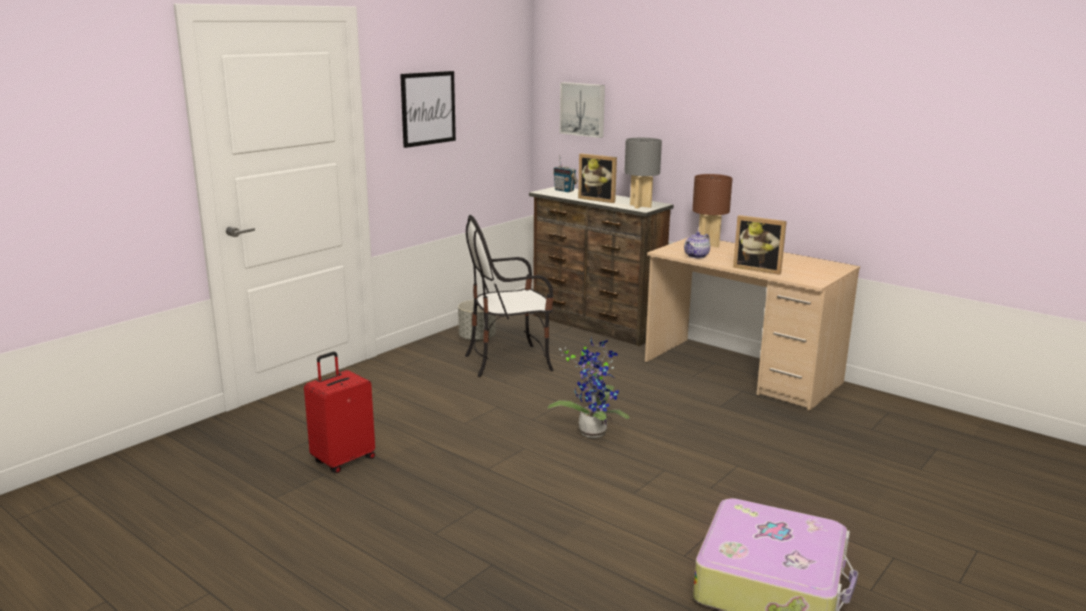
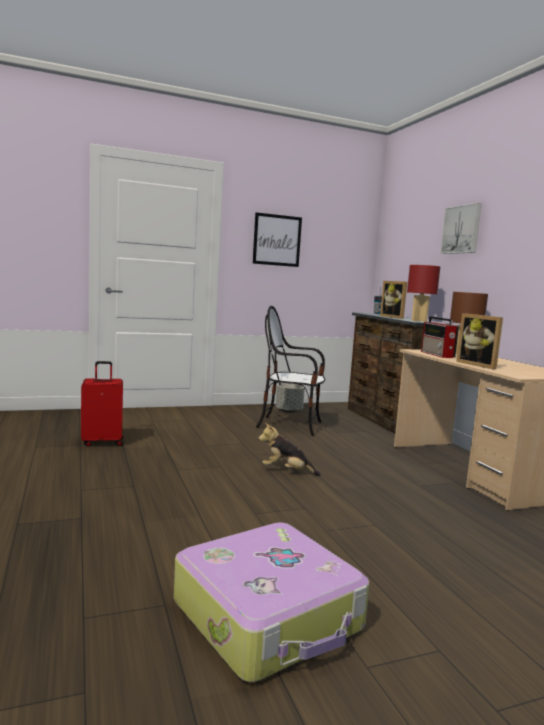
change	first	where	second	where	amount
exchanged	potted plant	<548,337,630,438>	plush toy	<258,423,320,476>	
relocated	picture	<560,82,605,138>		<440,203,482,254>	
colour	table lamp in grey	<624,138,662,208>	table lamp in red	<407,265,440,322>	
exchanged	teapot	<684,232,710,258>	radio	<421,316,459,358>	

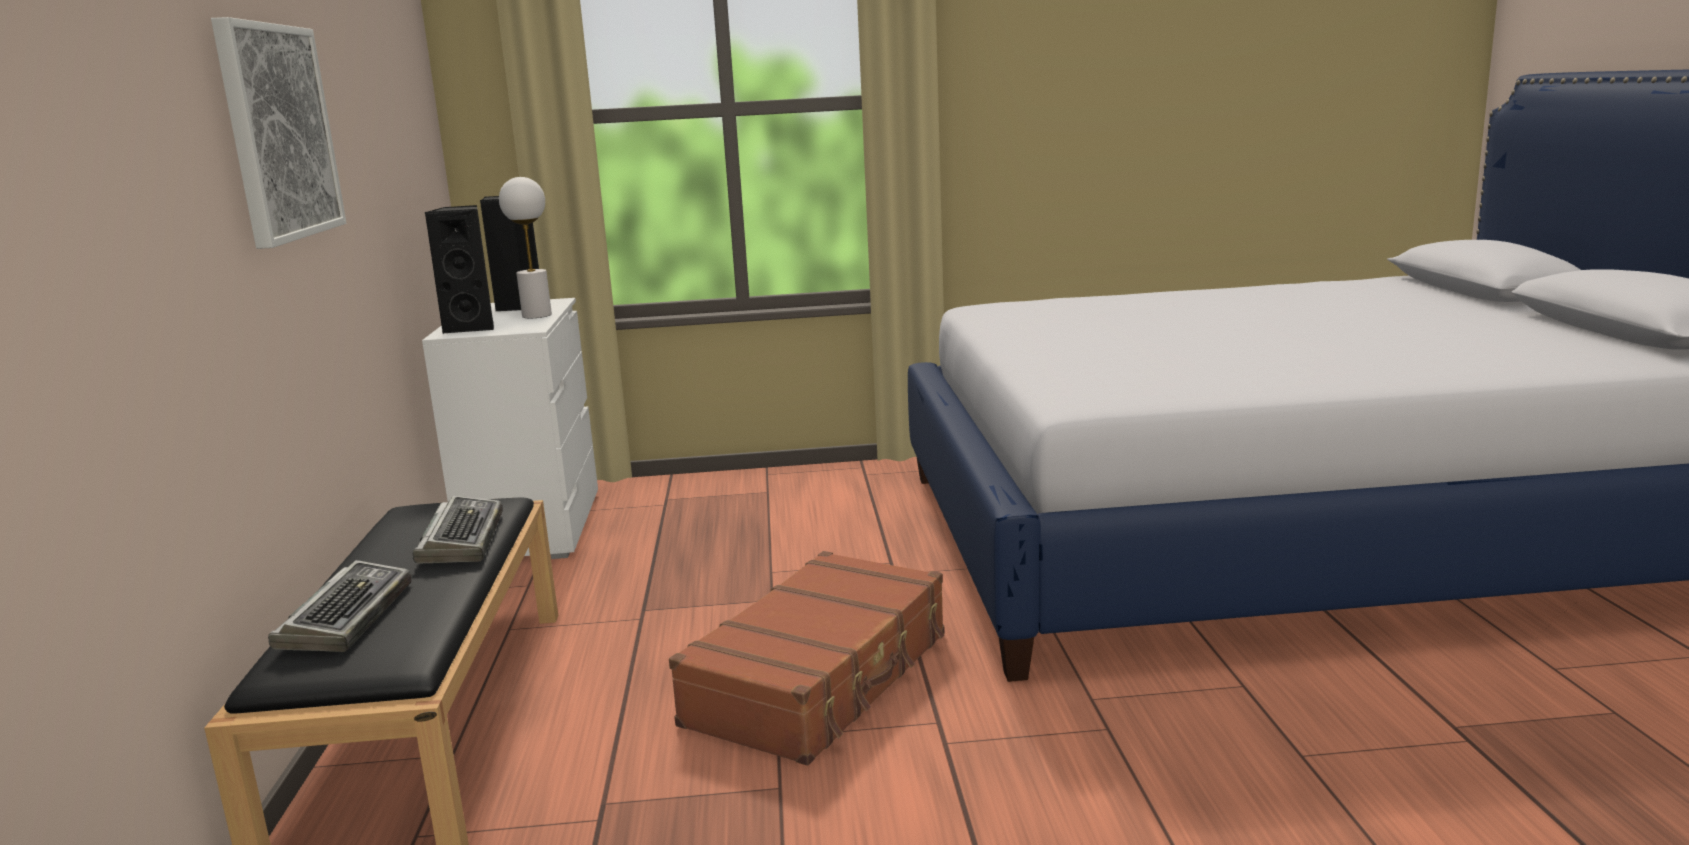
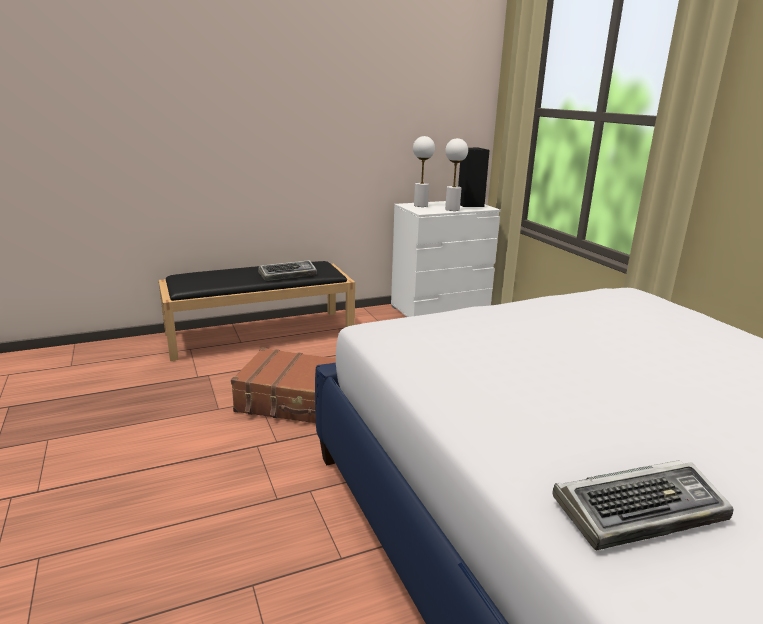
change	first	where	second	where	amount
missing	picture	<211,17,346,249>			
relocated	keyboard	<268,560,412,652>		<552,460,734,550>	
exchanged	speaker in black	<425,205,494,334>	table lamp in white	<413,136,435,207>	

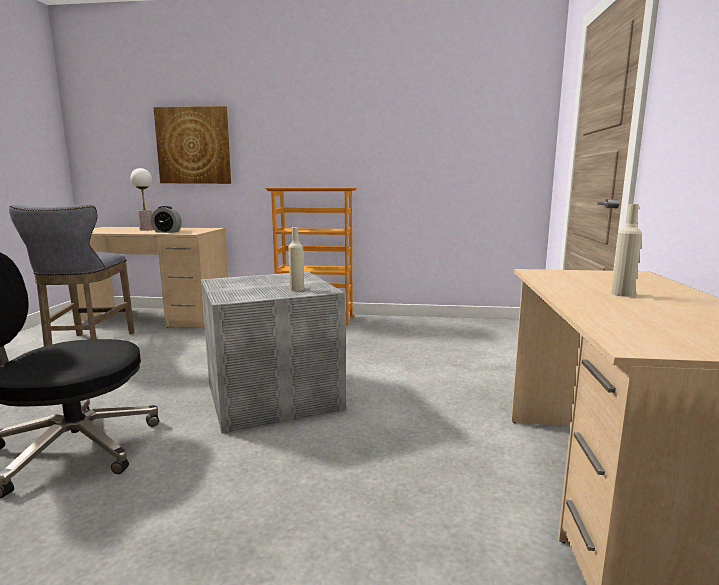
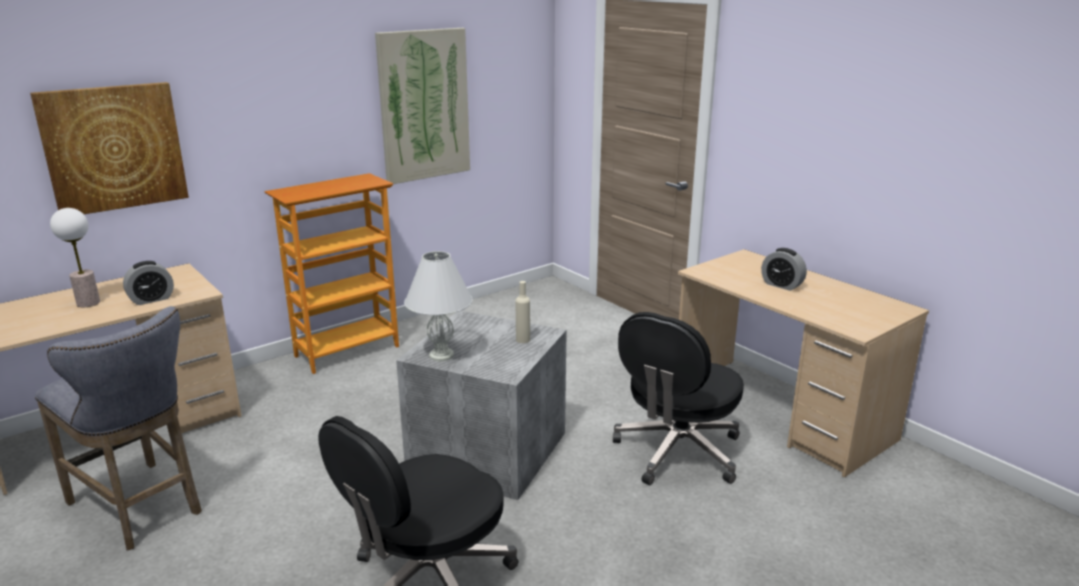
change	first	where	second	where	amount
exchanged	bottle in beige	<611,204,642,297>	alarm clock	<761,248,807,291>	
appeared			picture	<375,28,470,184>	
appeared			table lamp in white	<404,251,472,361>	
appeared			office chair in black	<613,312,744,485>	

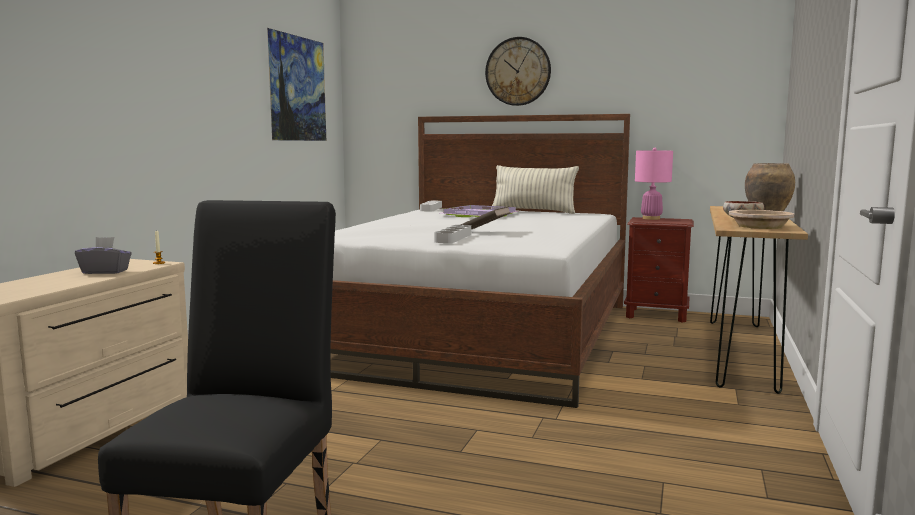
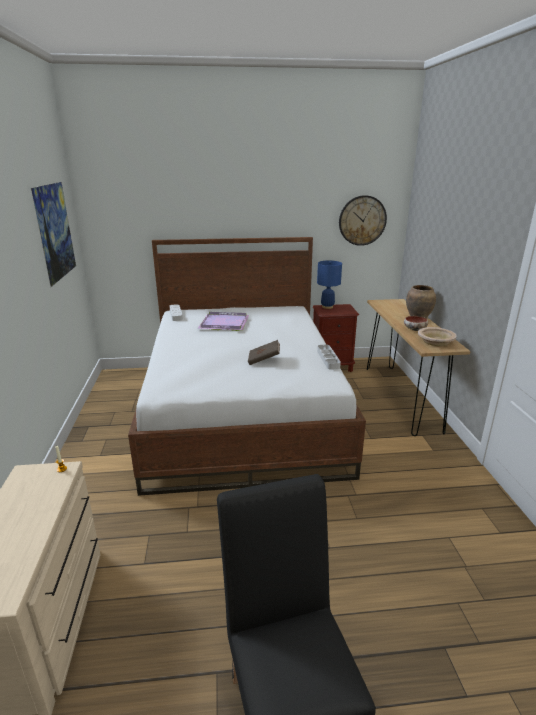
change	first	where	second	where	amount
missing	tissue box in grey	<75,237,132,274>			
relocated	tray in grey	<434,225,471,243>		<317,344,341,370>	
relocated	wall clock	<485,37,551,106>		<339,195,387,246>	
missing	pillow	<491,165,579,214>			
colour	table lamp in pink	<635,148,673,220>	table lamp in blue	<317,260,342,309>	

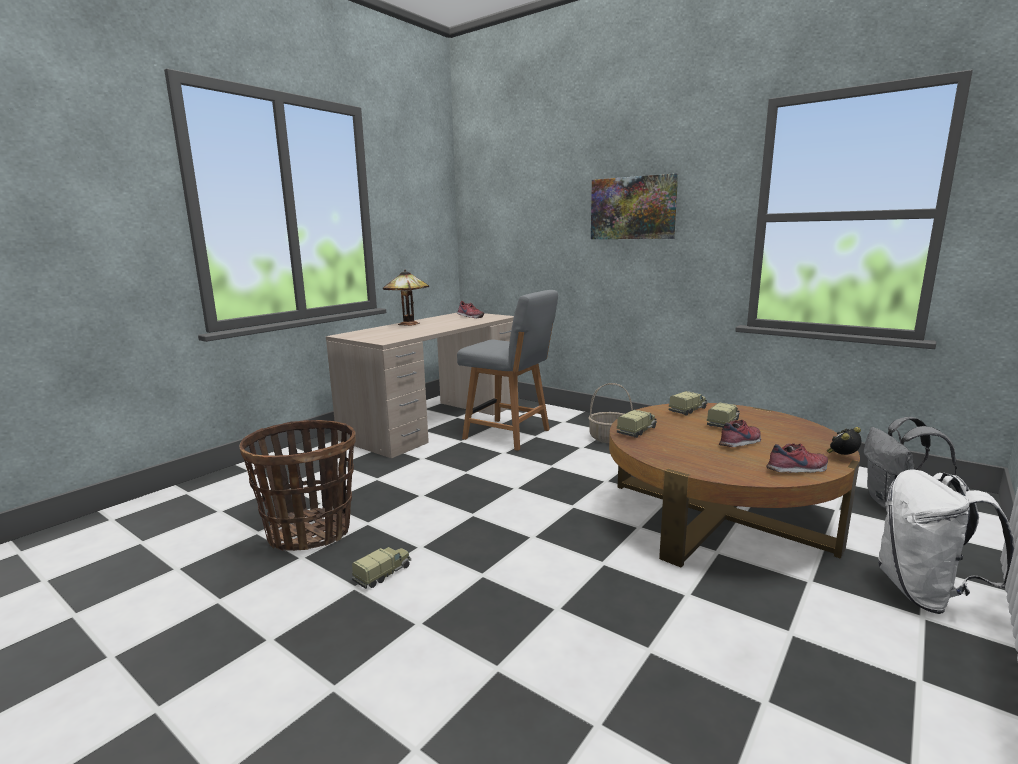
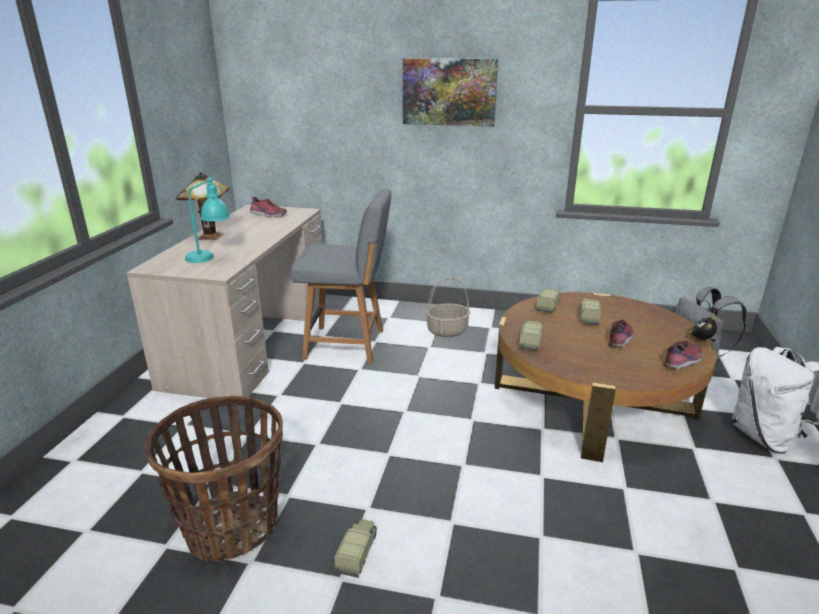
change	first	where	second	where	amount
appeared			table lamp in turquoise	<185,178,230,263>	

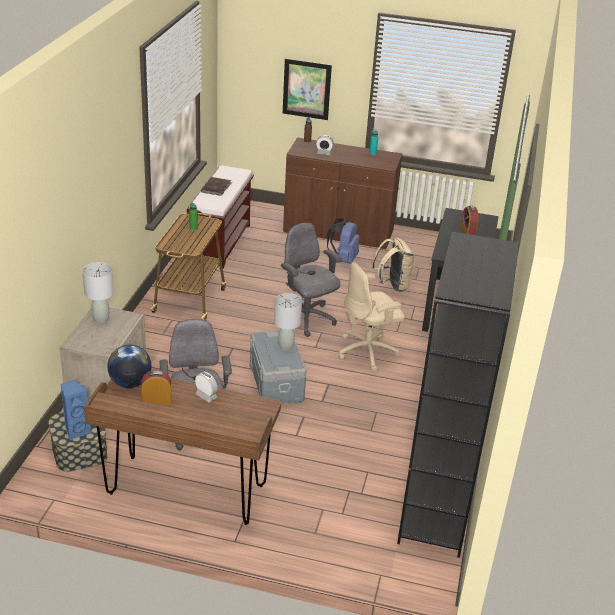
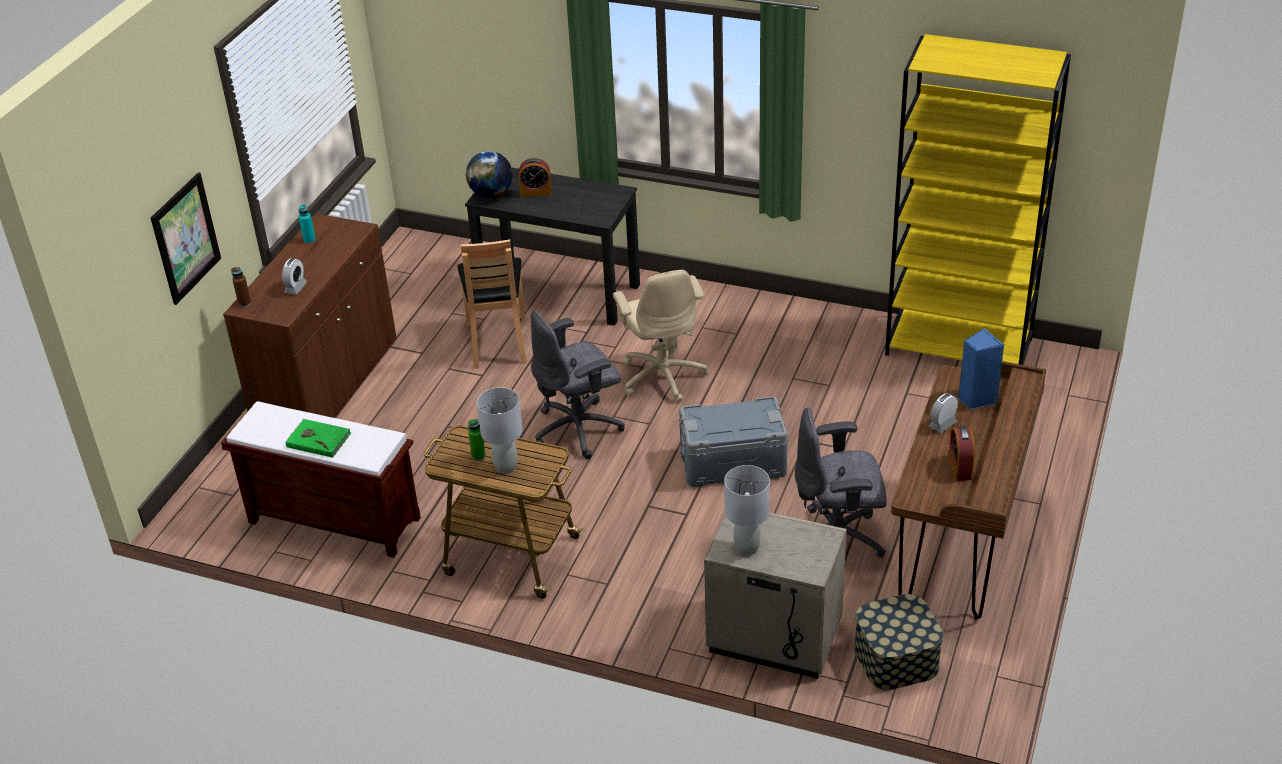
change	first	where	second	where	amount
relocated	speaker in blue	<60,379,91,440>		<958,328,1004,410>	
relocated	globe	<107,344,151,388>		<466,151,513,198>	
colour	book in brown	<201,177,232,196>	book in green	<286,419,352,458>	
relocated	table lamp in grey	<274,293,302,350>		<477,387,523,474>	
missing	backpack in blue	<327,218,360,264>			
exchanged	backpack in beige	<371,237,414,292>	chair in brown	<457,239,527,368>	
colour	bookcase in black	<397,231,520,558>	bookcase in yellow	<885,34,1071,365>	

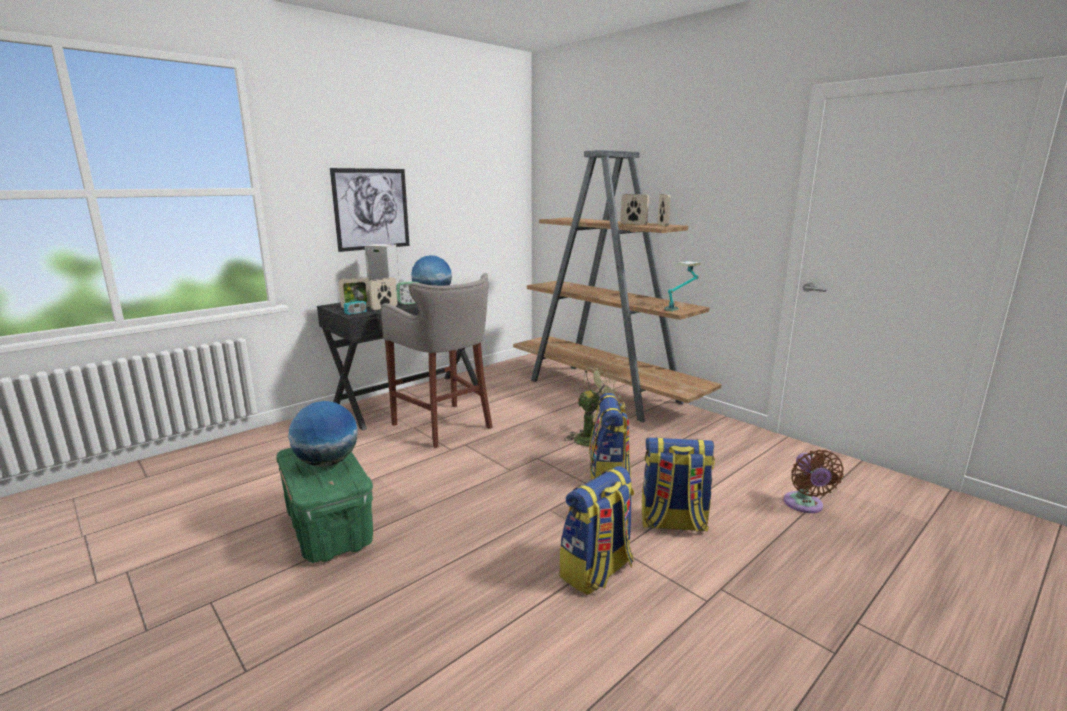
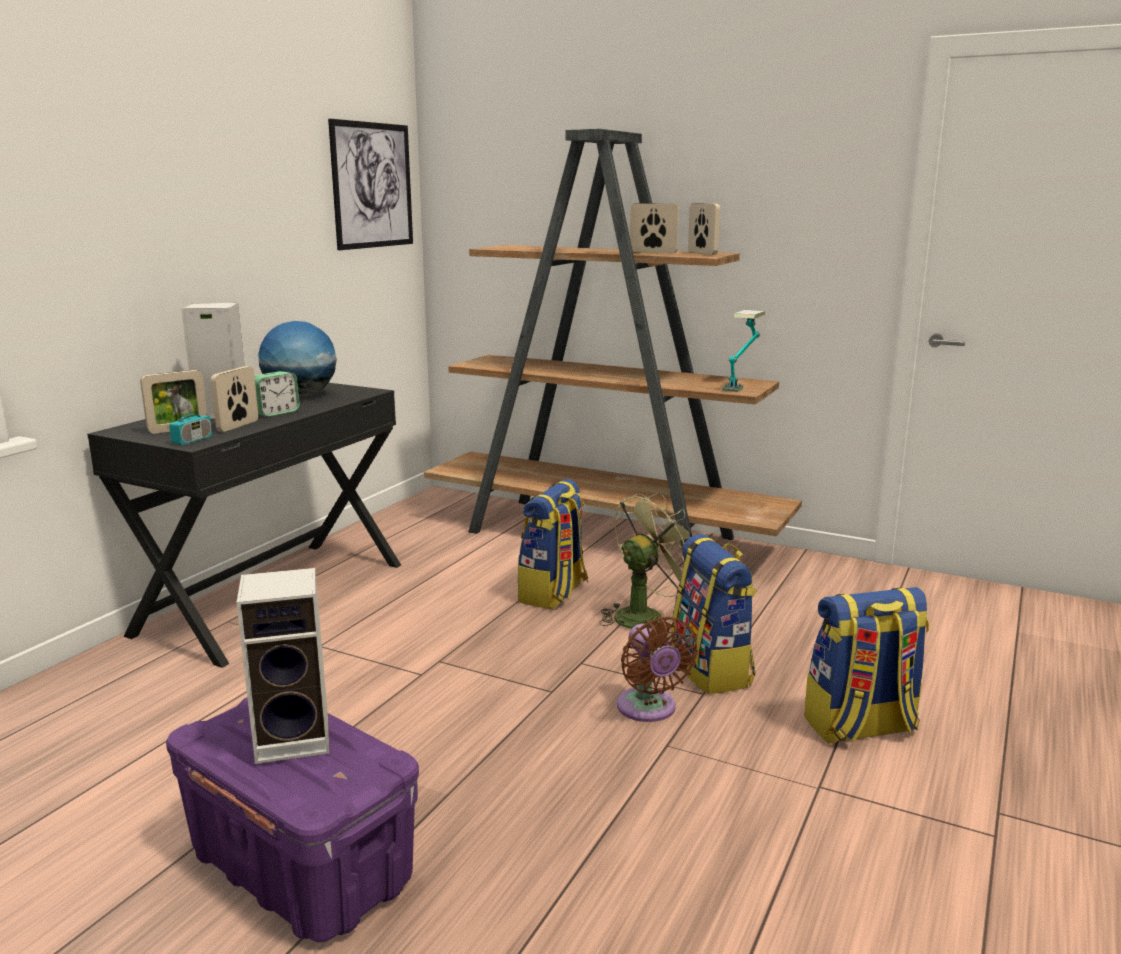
change	first	where	second	where	amount
colour	storage box in green	<276,448,373,563>	storage box in purple	<166,697,419,942>	
exchanged	globe	<288,401,358,467>	speaker	<237,568,329,764>	
relocated	picture	<330,168,410,252>		<328,119,413,250>	
missing	stool in grey	<381,273,493,448>			
relocated	backpack	<559,466,634,595>		<517,479,588,609>	
relocated	fan in brown	<784,450,844,513>		<617,616,698,722>	

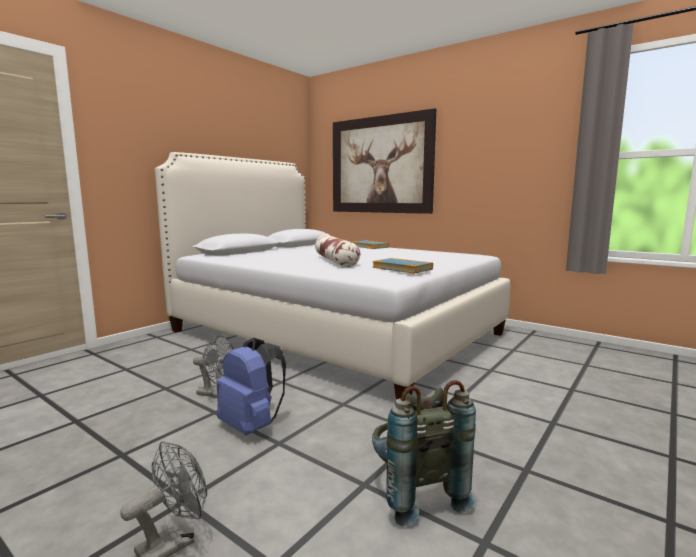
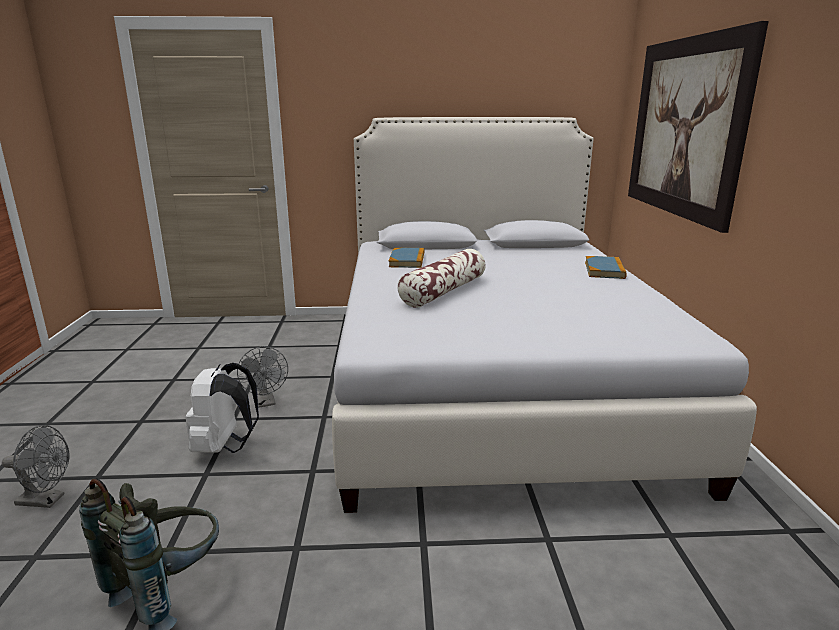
change	first	where	second	where	amount
colour	backpack in blue	<217,338,286,435>	backpack in white	<185,363,259,453>	
relocated	book	<373,258,433,274>		<389,248,424,268>	

